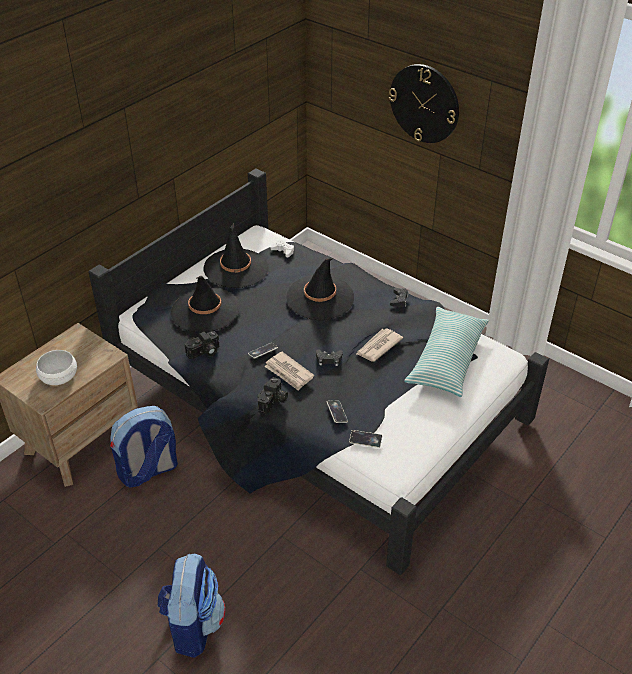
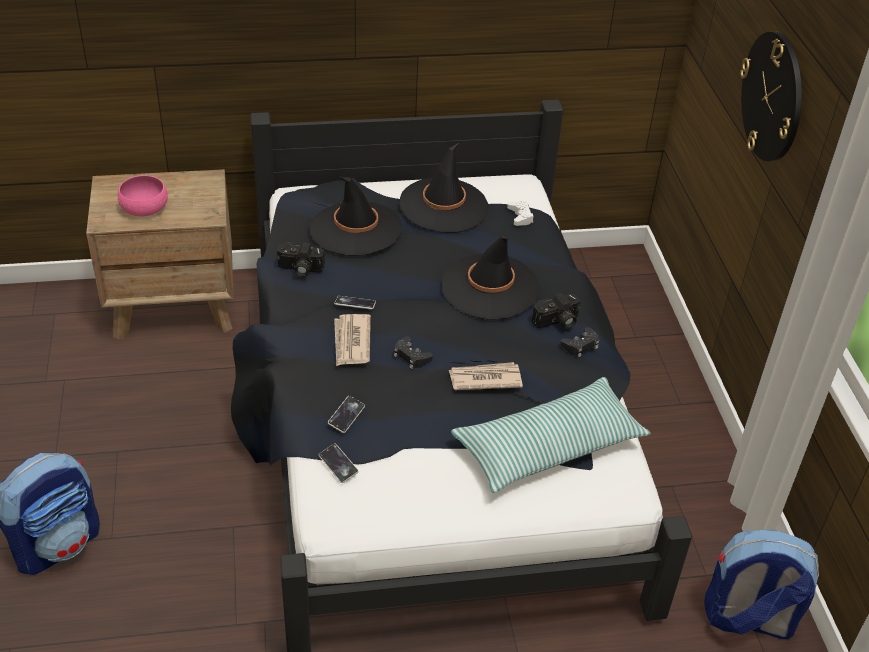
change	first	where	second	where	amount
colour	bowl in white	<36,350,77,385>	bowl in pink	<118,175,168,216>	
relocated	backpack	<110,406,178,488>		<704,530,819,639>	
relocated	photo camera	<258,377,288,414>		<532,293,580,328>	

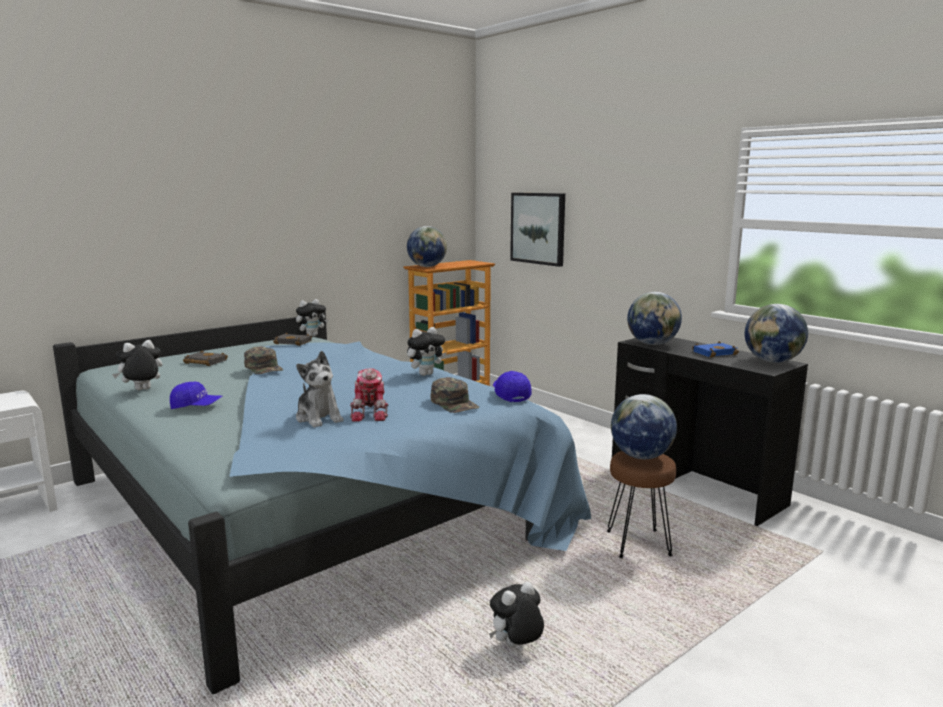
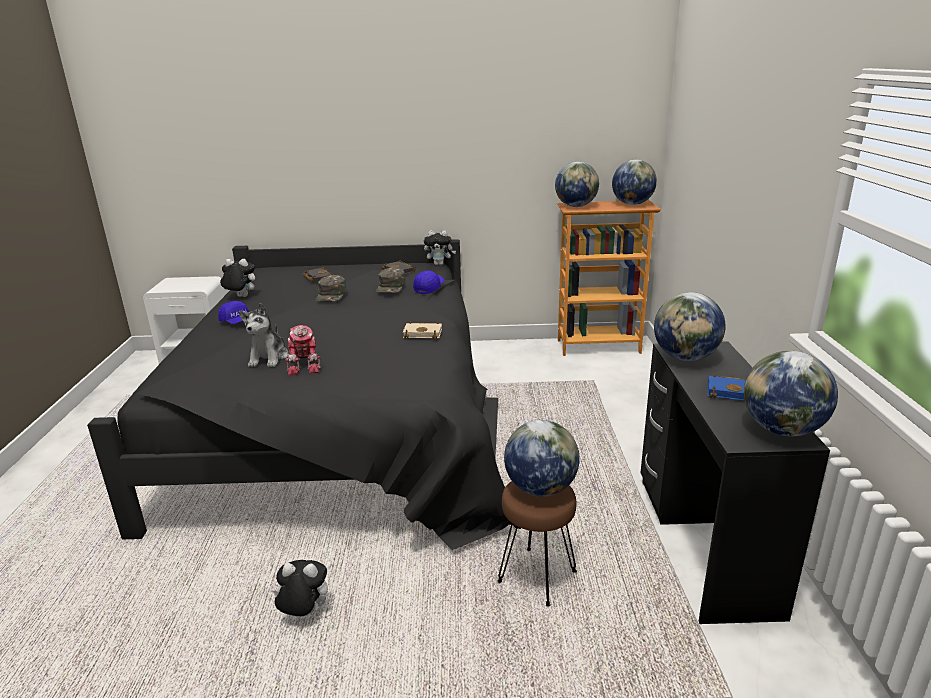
change	first	where	second	where	amount
colour	bed in blue	<53,312,591,694>	bed in black	<87,239,521,550>	
spun	toy robot	<350,368,389,422>		<285,325,321,376>	45 degrees counterclockwise
exchanged	plush toy	<407,327,447,376>	book in beige	<403,322,442,339>	
relocated	cap in green	<431,377,479,413>		<376,267,406,293>	
relocated	cap in blue	<493,371,532,402>		<413,270,445,294>	
missing	picture	<510,193,565,267>			
appeared			globe	<612,160,657,205>	

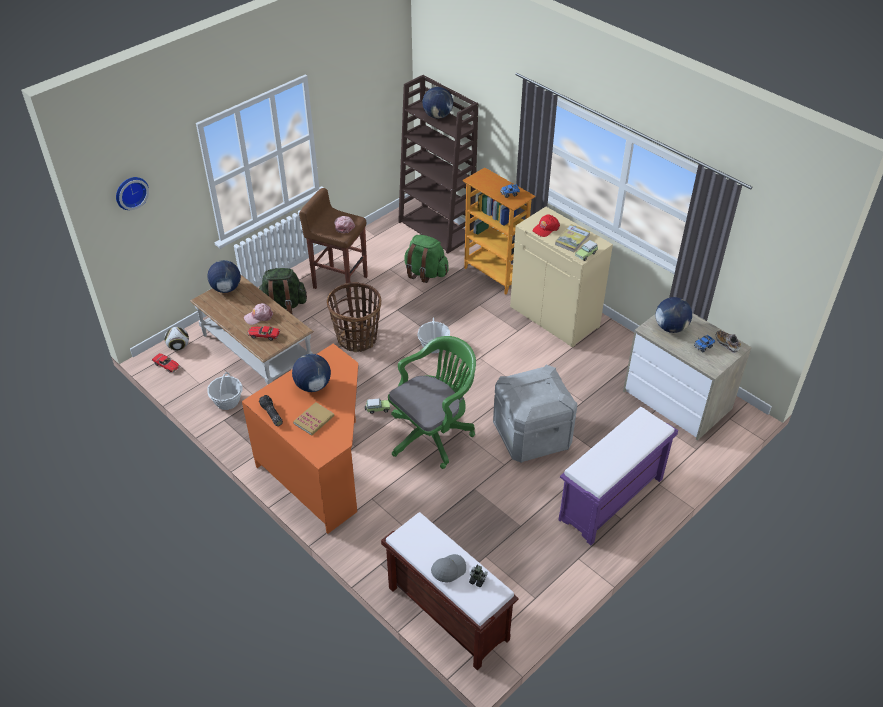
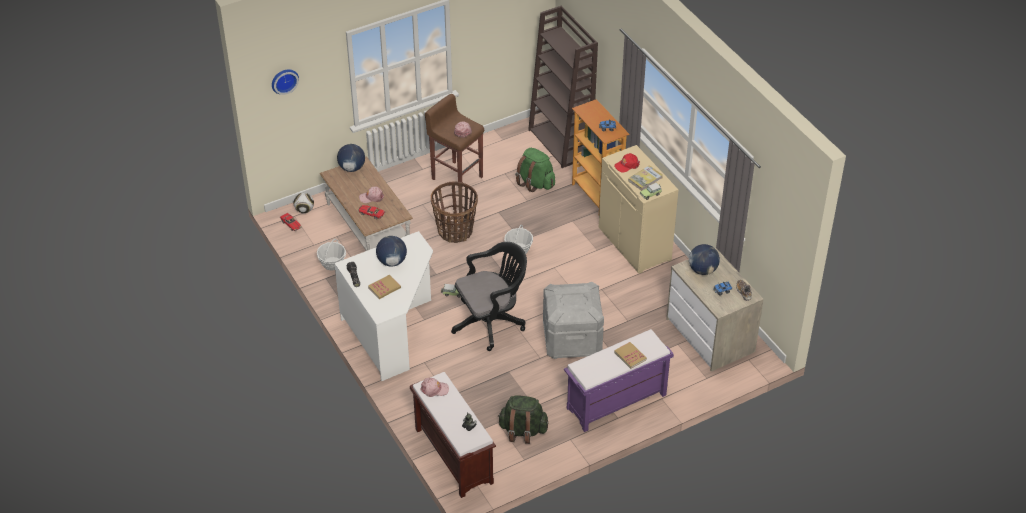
change	first	where	second	where	amount
colour	desk in orange	<242,343,358,534>	desk in white	<334,231,433,381>	
relocated	backpack in green	<259,268,307,314>		<498,396,548,444>	
colour	office chair in green	<388,336,476,469>	office chair in black	<451,242,527,351>	
missing	globe	<422,87,453,119>			
missing	cap in grey	<431,554,466,582>			
appeared			cap in pink	<420,378,449,397>	
appeared			book	<614,342,647,369>	

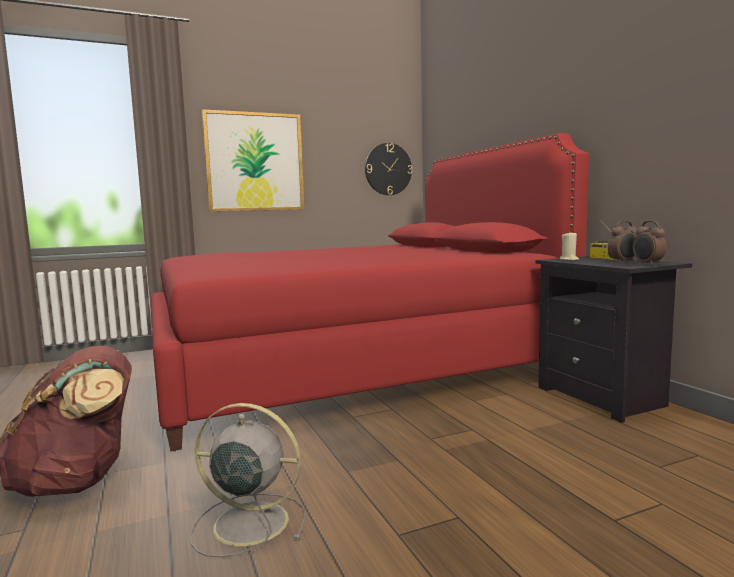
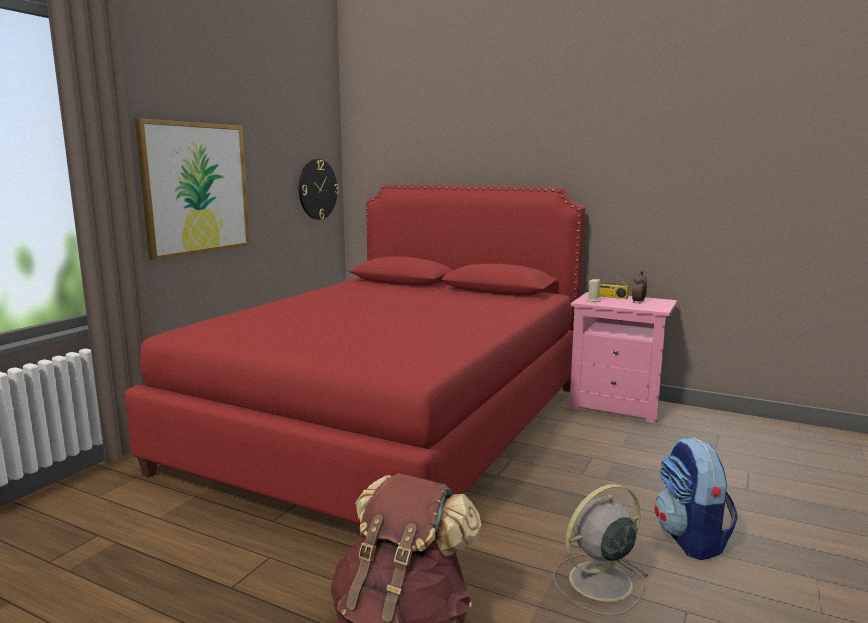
change	first	where	second	where	amount
colour	nightstand in black	<535,256,692,423>	nightstand in pink	<569,292,678,424>	
missing	alarm clock	<633,221,666,266>			
appeared			backpack	<655,437,738,560>	

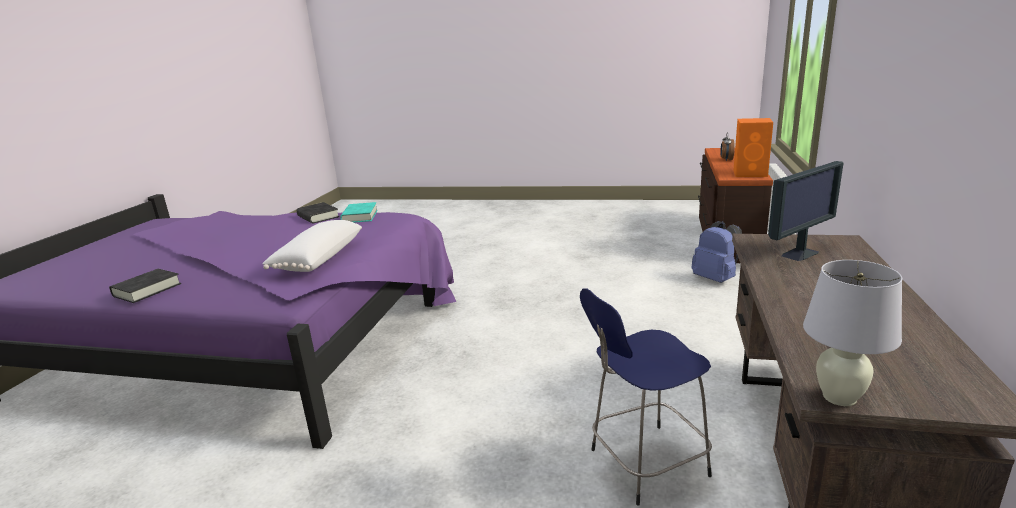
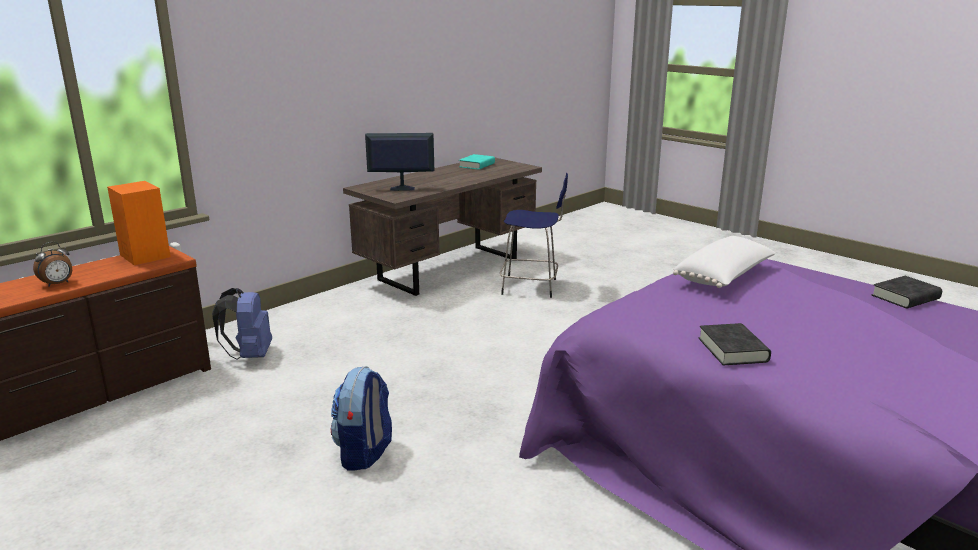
change	first	where	second	where	amount
relocated	book in turquoise	<340,202,378,223>		<459,154,495,170>	
missing	table lamp in white	<803,260,902,406>			
appeared			backpack	<330,366,392,471>	

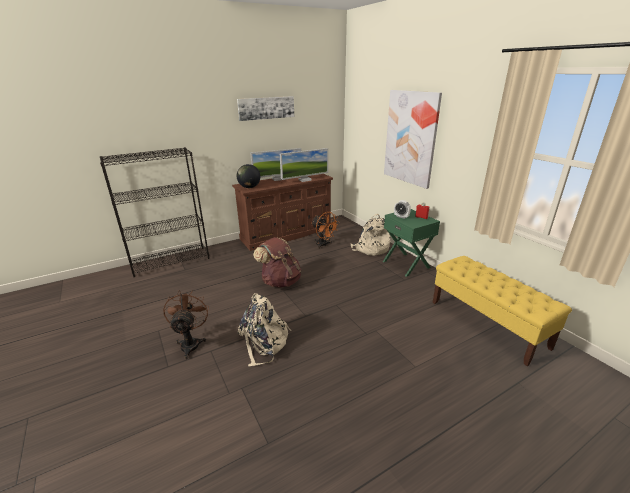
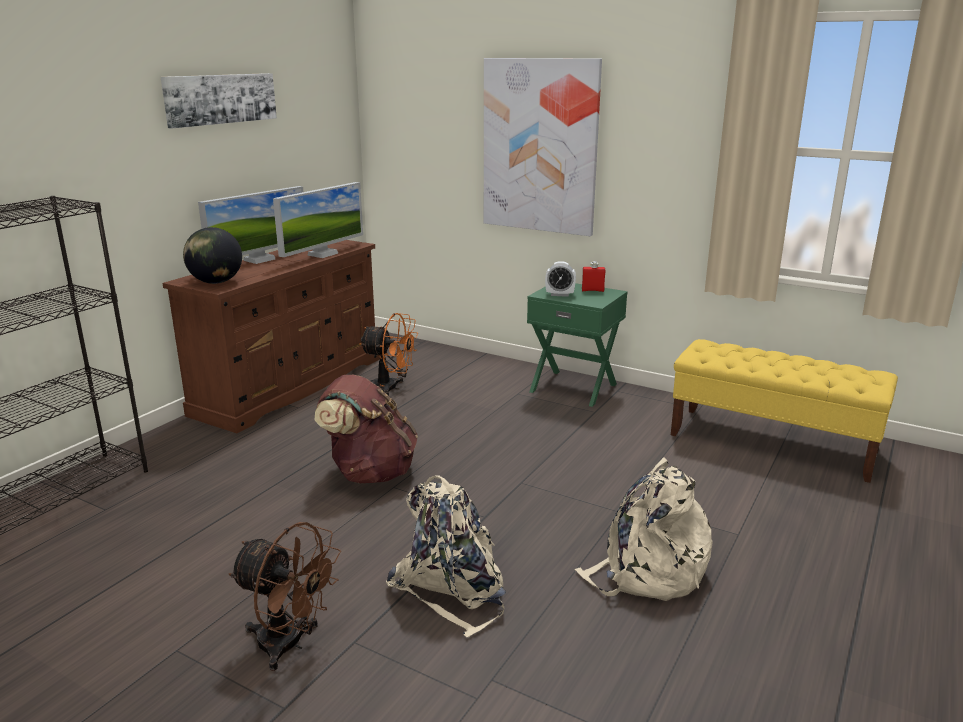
change	first	where	second	where	amount
spun	fan in brown	<163,290,209,359>		<229,522,341,671>	150 degrees clockwise
relocated	backpack in beige	<351,214,390,256>		<574,457,713,601>	

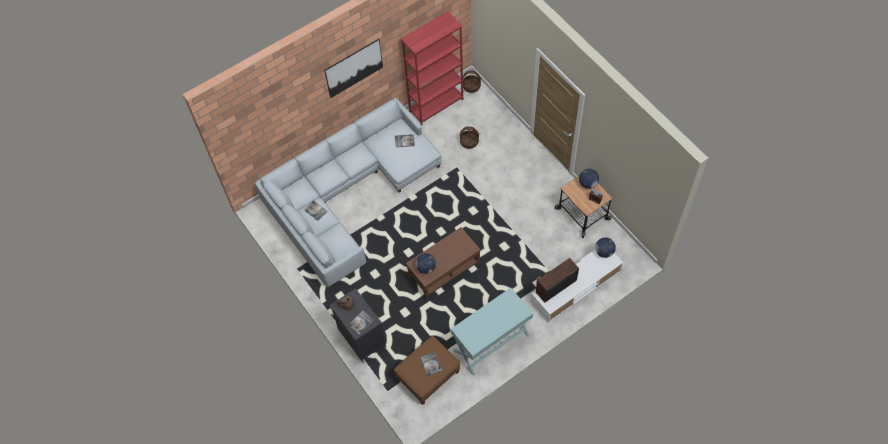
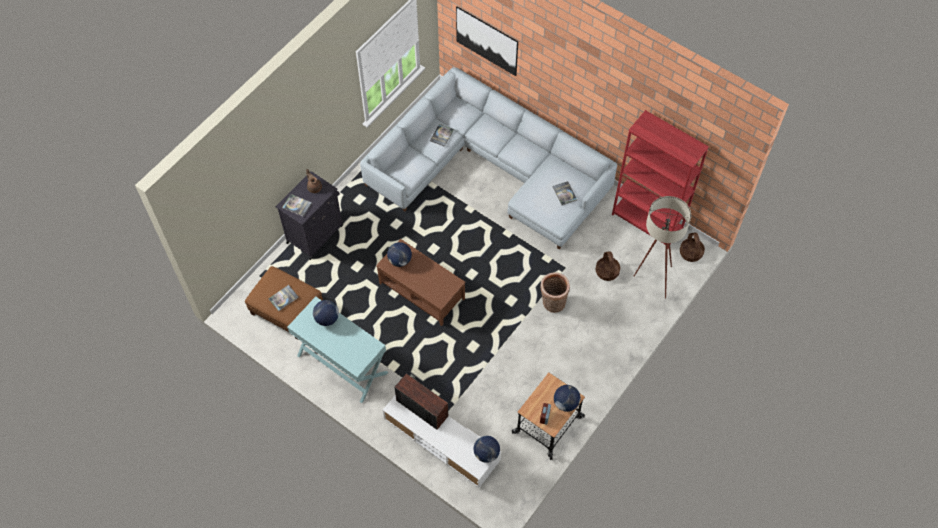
change	first	where	second	where	amount
relocated	picture	<324,39,383,98>		<456,6,518,76>	
appeared			globe	<313,300,339,326>	
appeared			basket	<540,272,570,313>	
appeared			floor lamp in beige	<634,196,691,299>	

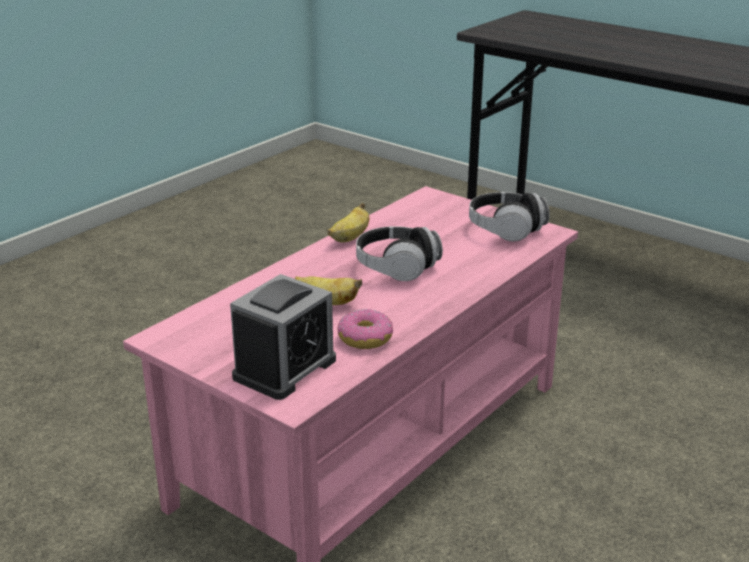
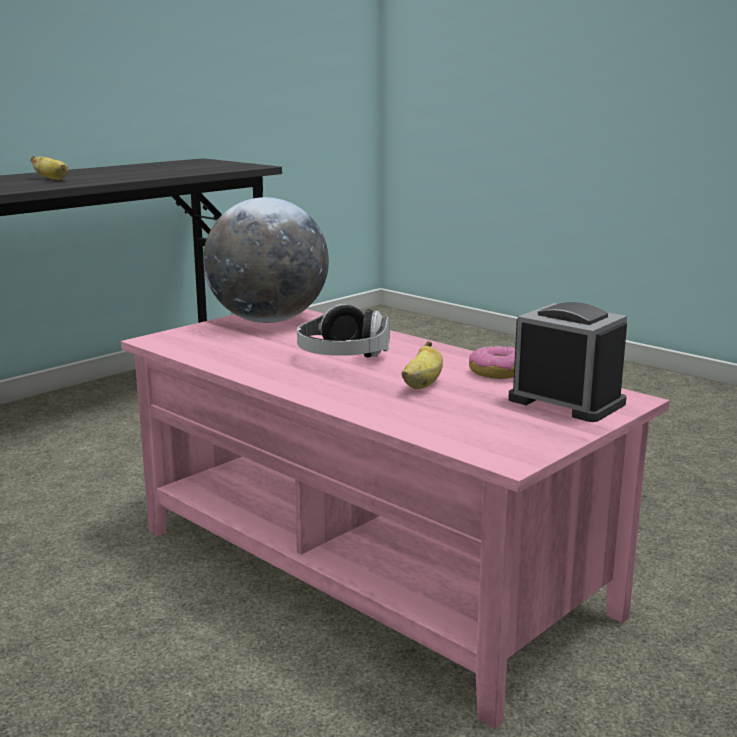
change	first	where	second	where	amount
relocated	banana	<327,203,370,243>		<30,156,69,180>	
exchanged	headphones	<469,192,550,241>	globe	<203,197,329,323>	

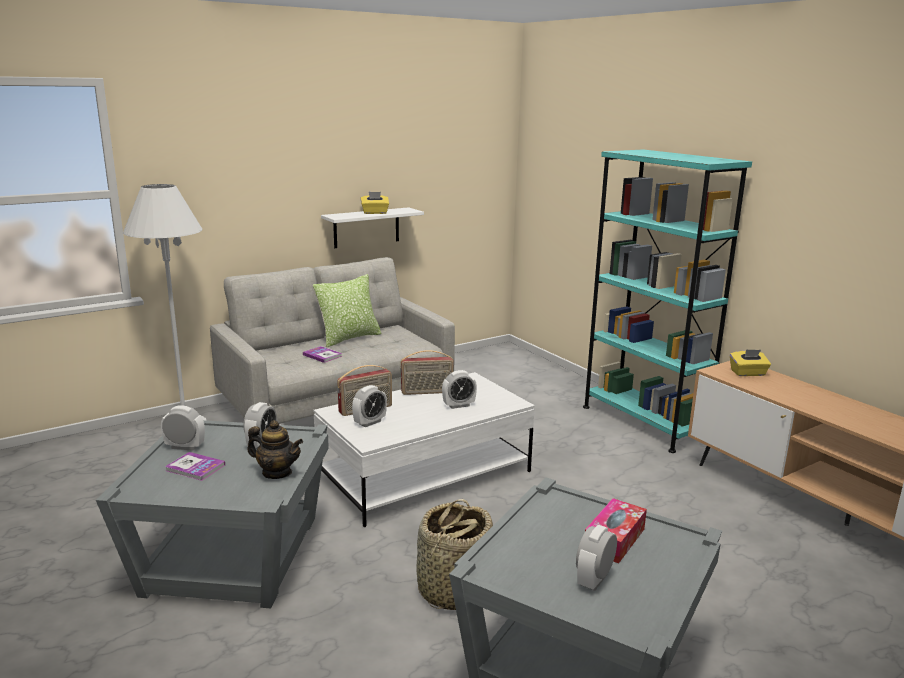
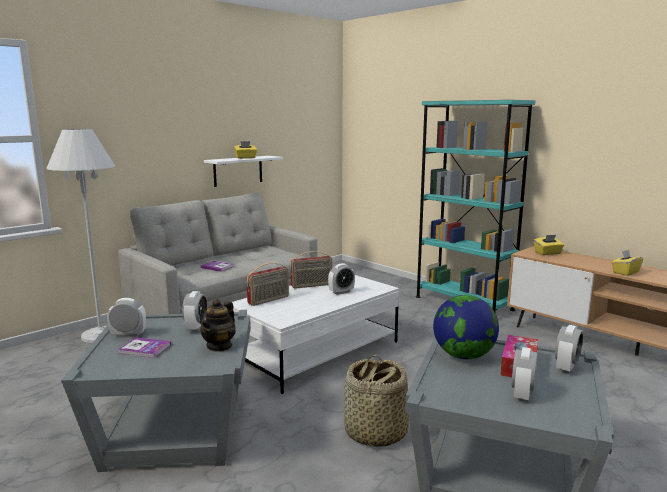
change	first	where	second	where	amount
spun	teapot	<247,420,303,479>		<199,299,236,352>	105 degrees clockwise
missing	pillow	<313,274,381,348>			
relocated	alarm clock	<352,385,387,427>		<555,325,583,374>	
appeared			globe	<433,295,499,359>	
appeared			tissue box in yellow	<611,250,643,276>	

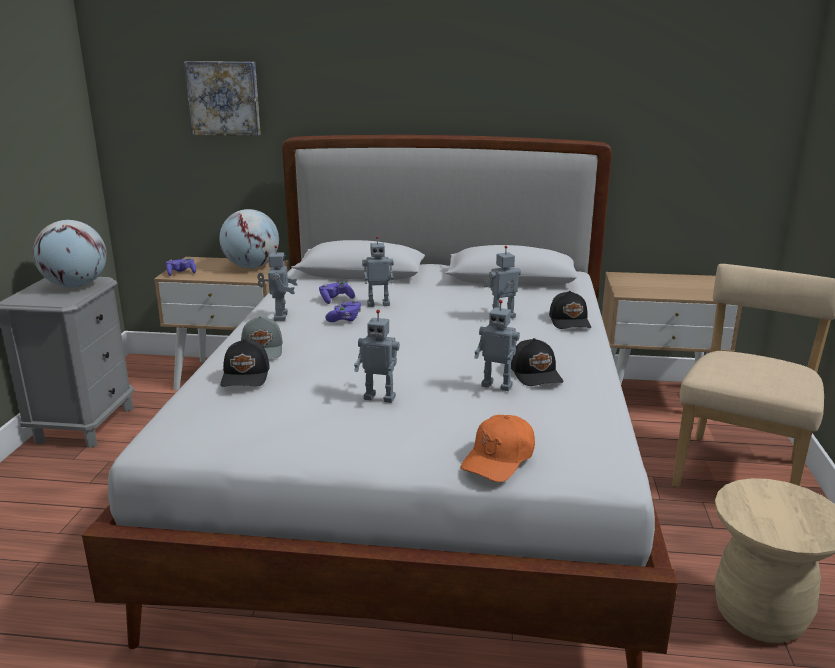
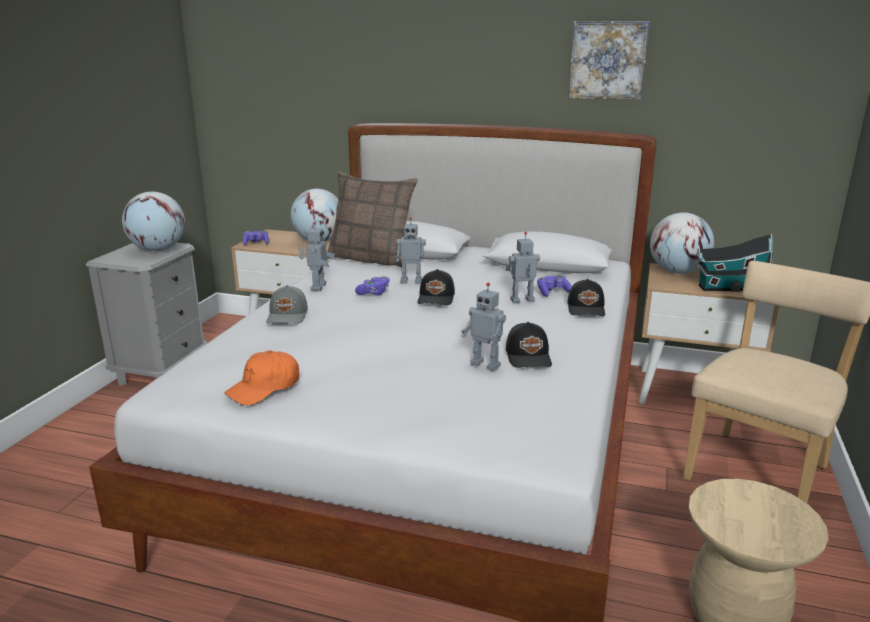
change	first	where	second	where	amount
relocated	picture	<184,61,261,136>		<568,21,650,100>	
relocated	cap in black	<220,339,270,387>		<417,269,455,306>	
relocated	game controller in purple	<319,282,355,304>		<537,275,572,297>	
missing	toy robot	<354,310,400,403>			
relocated	cap in orange	<460,415,535,482>		<224,350,299,405>	
appeared			pillow	<327,172,418,267>	
appeared			globe	<650,212,714,274>	
appeared			toy house	<696,233,773,292>	

